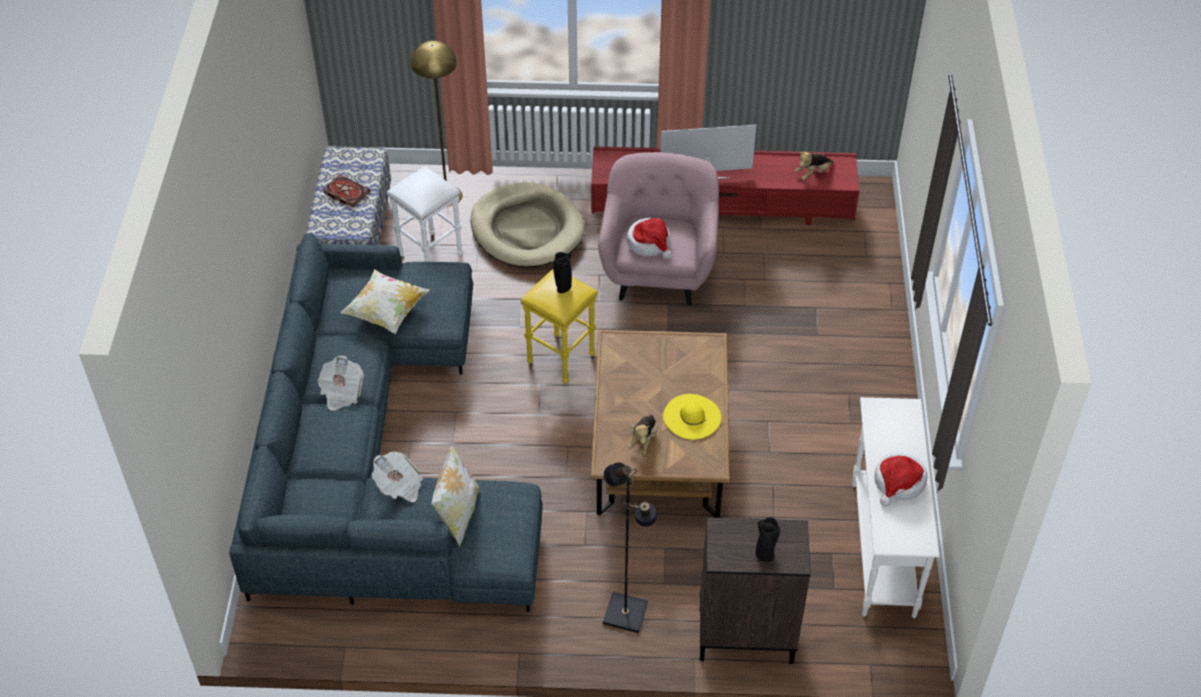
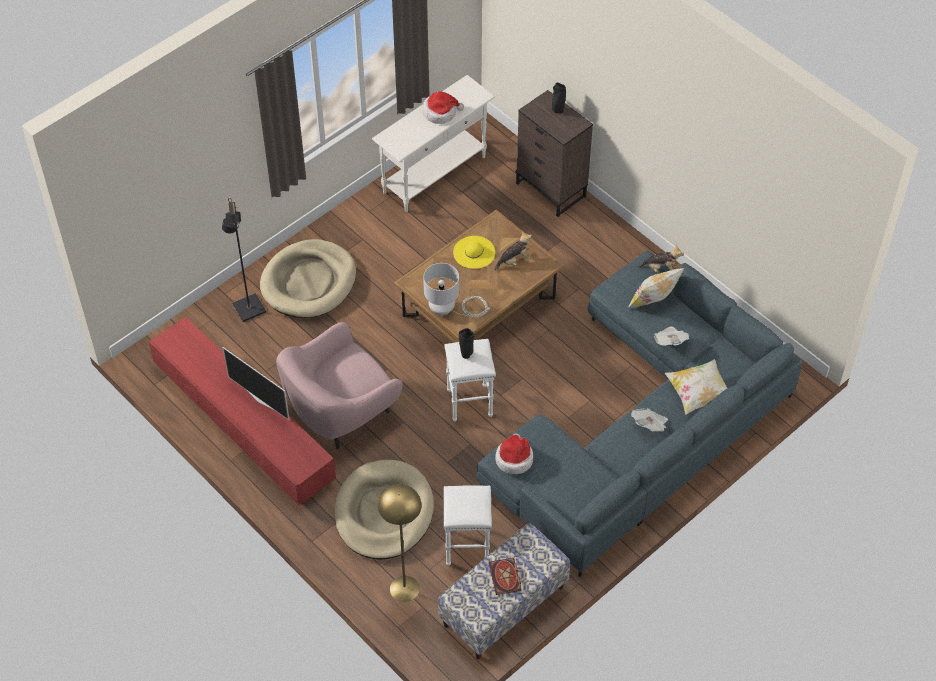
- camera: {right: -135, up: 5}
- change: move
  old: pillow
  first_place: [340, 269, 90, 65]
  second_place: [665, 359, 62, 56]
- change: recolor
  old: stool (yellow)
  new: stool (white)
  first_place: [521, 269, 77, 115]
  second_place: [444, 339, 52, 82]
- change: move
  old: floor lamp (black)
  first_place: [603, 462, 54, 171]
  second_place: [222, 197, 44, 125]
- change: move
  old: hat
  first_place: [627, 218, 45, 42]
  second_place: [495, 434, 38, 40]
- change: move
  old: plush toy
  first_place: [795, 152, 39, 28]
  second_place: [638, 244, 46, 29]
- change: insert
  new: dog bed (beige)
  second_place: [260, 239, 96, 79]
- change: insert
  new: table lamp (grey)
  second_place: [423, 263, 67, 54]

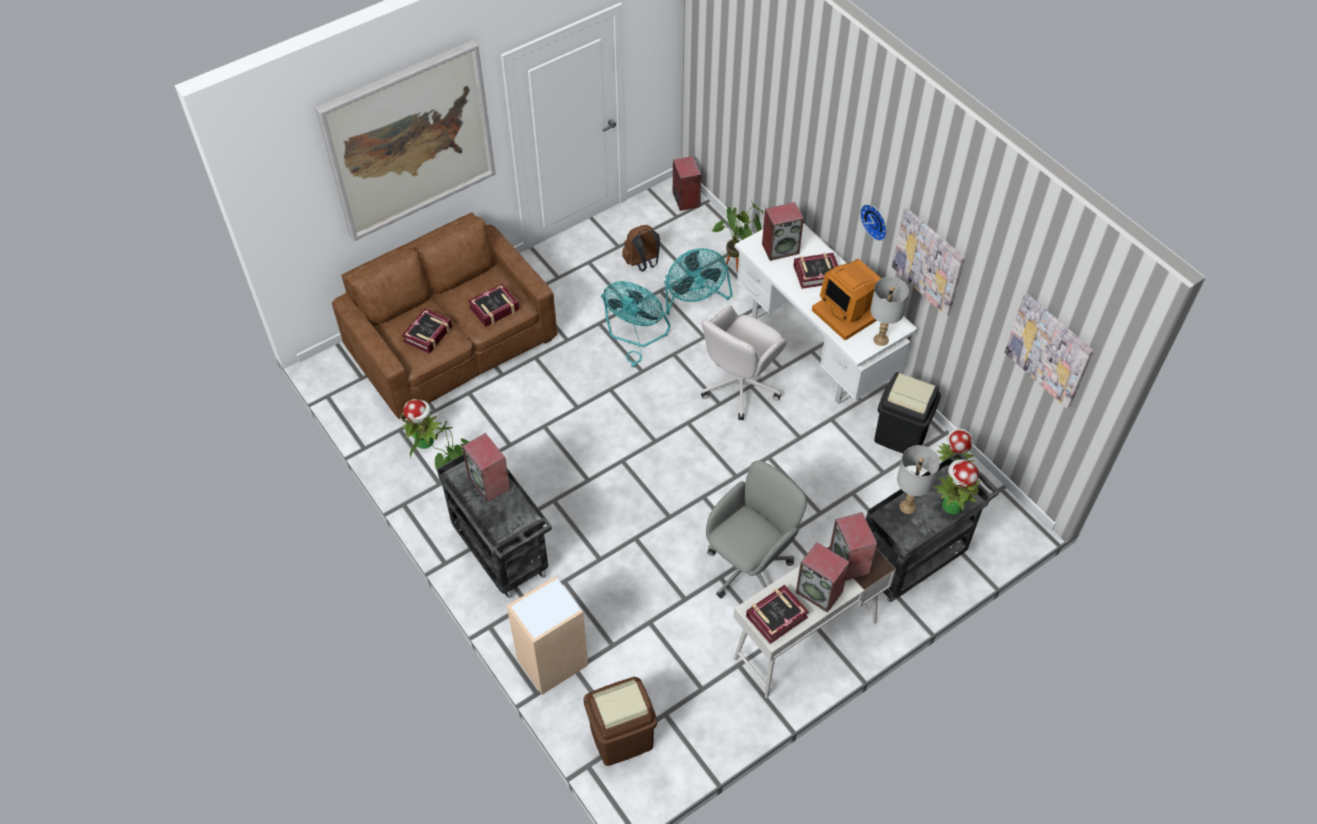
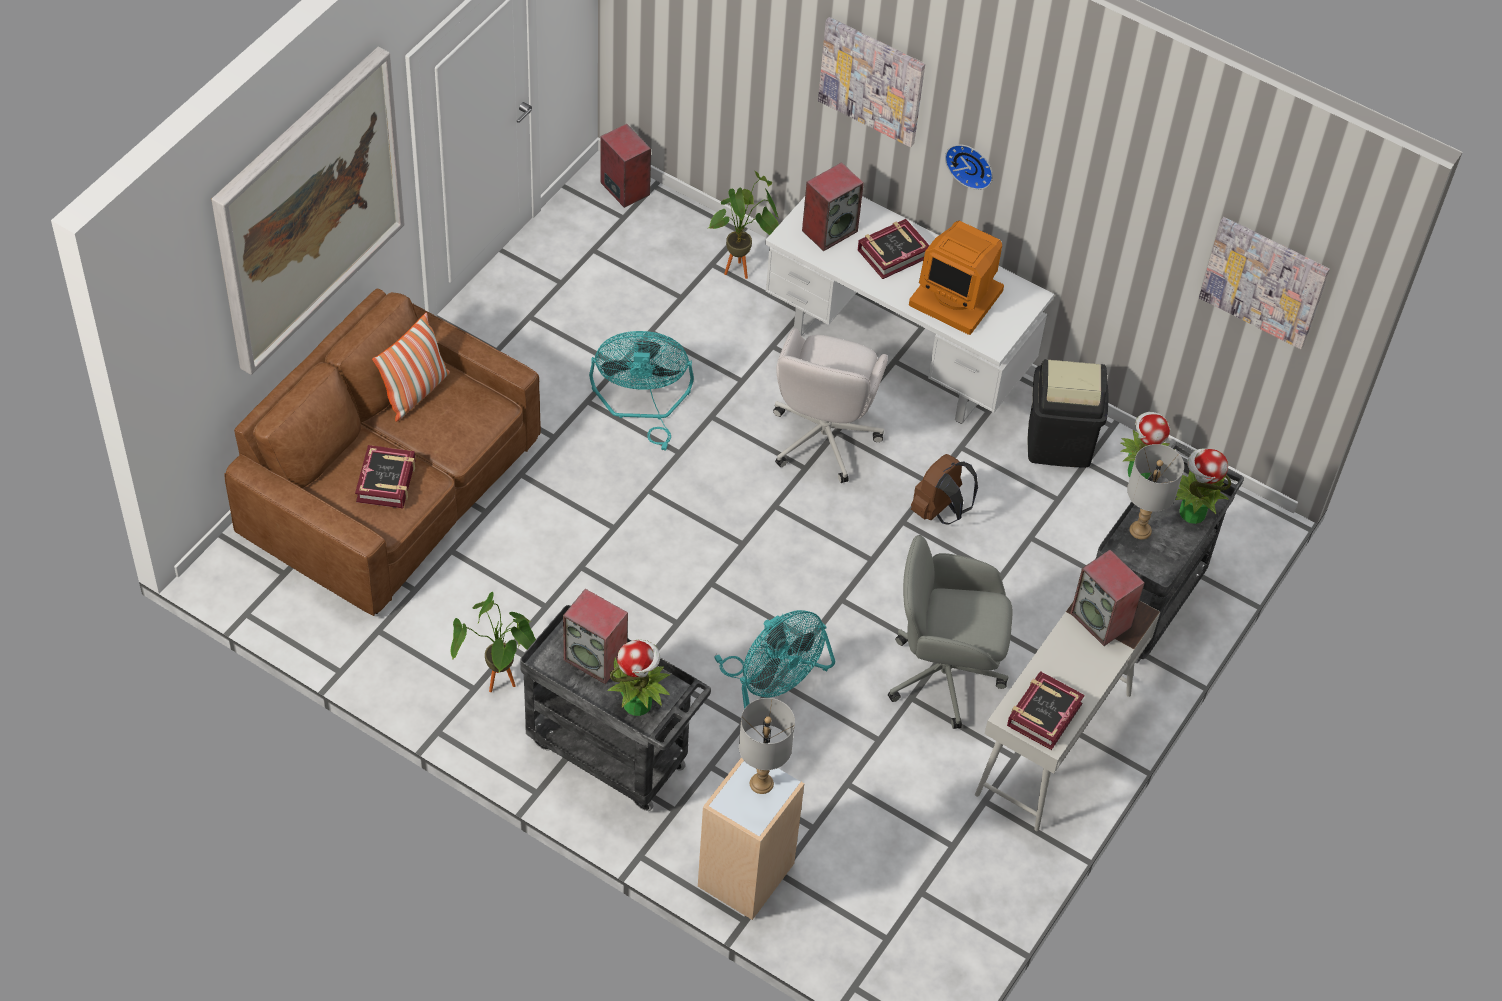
- camera: {right: -25, up: 0}
- change: move
  old: potted plant
  first_place: [401, 399, 41, 50]
  second_place: [607, 640, 63, 76]
- change: delete
  old: book
  first_place: [468, 284, 51, 43]
- change: delete
  old: trash can (brown)
  first_place: [583, 677, 74, 89]
- change: move
  old: backpack (brown)
  first_place: [622, 225, 38, 47]
  second_place: [911, 454, 67, 71]
- change: move
  old: fan (turquoise)
  first_place: [664, 248, 68, 67]
  second_place: [714, 610, 121, 99]
- change: rotate
  old: office chair (grey)
  first_place: [706, 460, 101, 138]
  second_place: [888, 535, 124, 194]
  degrees: -105
- change: delete
  old: speaker
  first_place: [795, 542, 55, 71]
- change: move
  old: table lamp (grey)
  first_place: [870, 277, 39, 69]
  second_place: [739, 698, 56, 96]
- change: move
  old: picture
  first_place: [892, 208, 73, 108]
  second_place: [818, 17, 107, 130]
- change: insert
  new: pillow
  second_place: [372, 313, 78, 109]

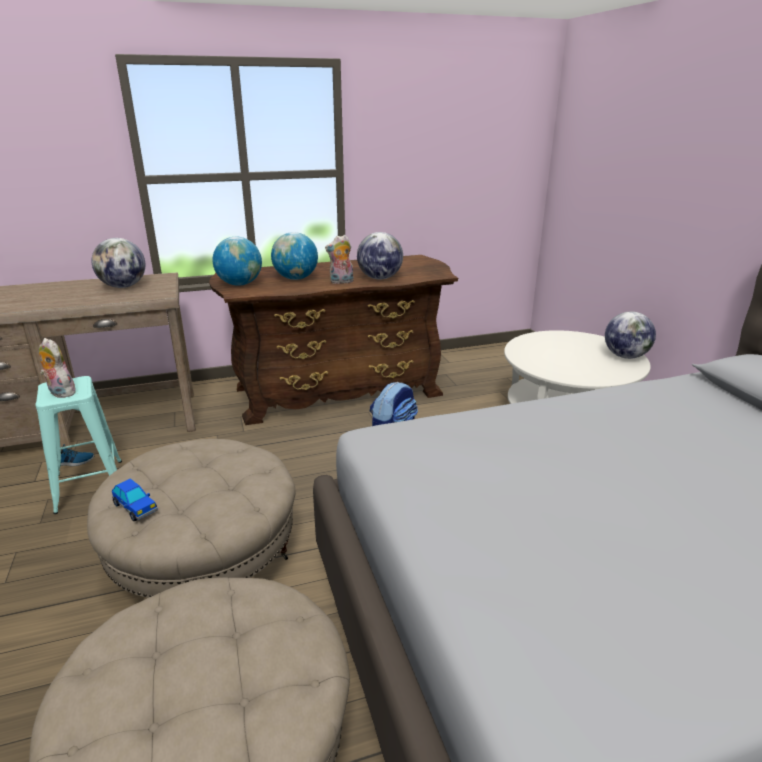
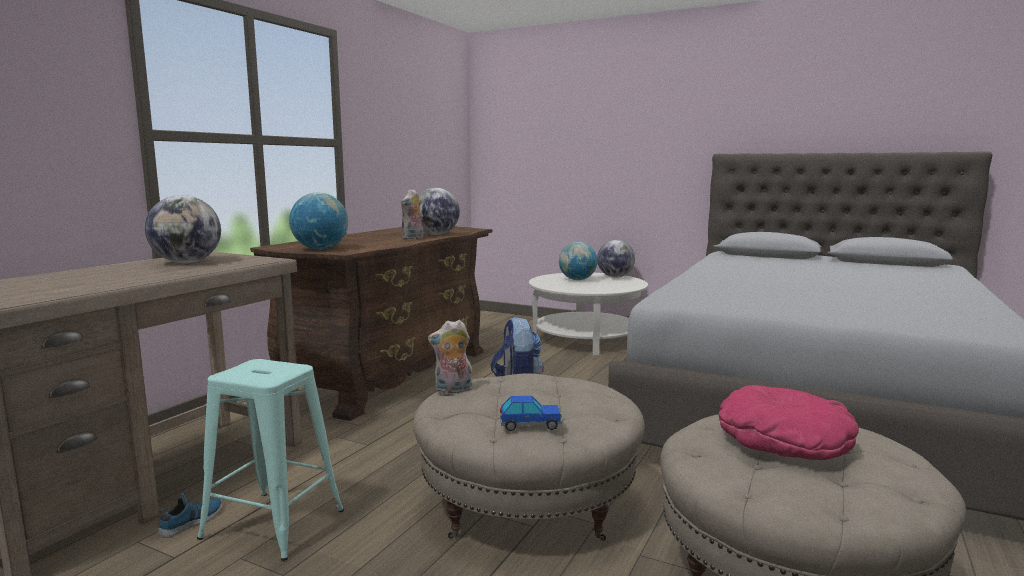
- camera: {right: -45, up: -15}
- change: move
  old: plush toy
  first_place: [39, 338, 36, 60]
  second_place: [428, 320, 45, 74]
- change: move
  old: globe
  first_place: [271, 232, 47, 48]
  second_place: [559, 242, 38, 38]
- change: insert
  new: pillow (pink)
  second_place: [718, 385, 141, 75]

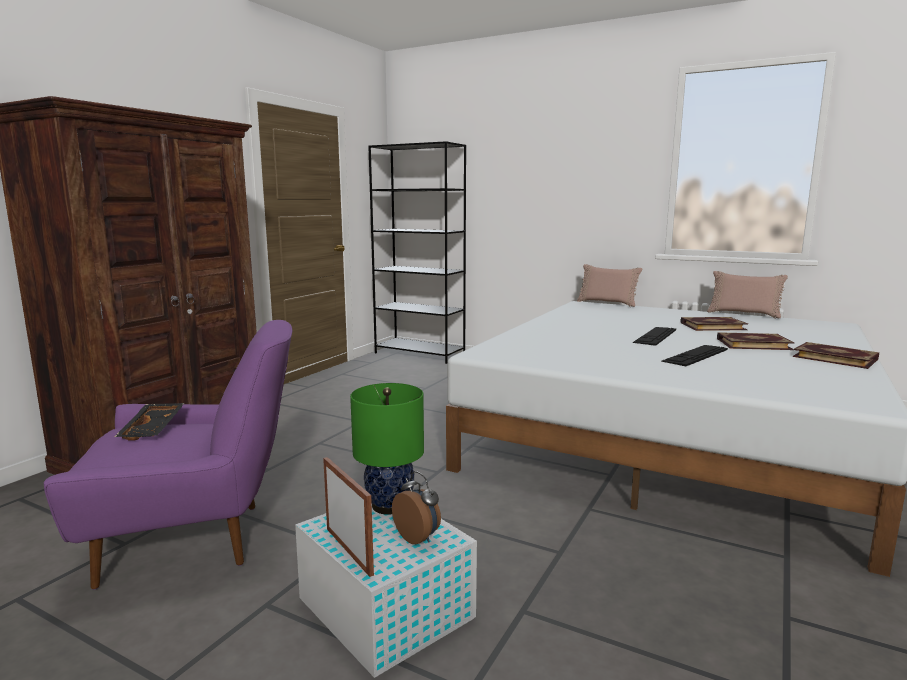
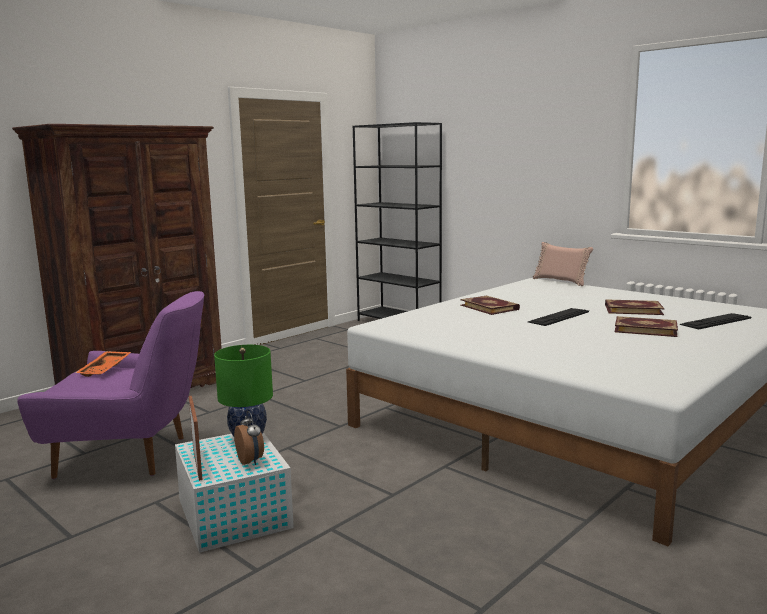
- camera: {right: 15, up: 0}
- change: recolor
  old: tray (black)
  new: tray (orange)
  first_place: [115, 403, 69, 38]
  second_place: [76, 351, 55, 26]
- change: move
  old: keyboard
  first_place: [661, 345, 67, 21]
  second_place: [679, 313, 72, 16]
- change: delete
  old: pillow (beige)
  first_place: [707, 271, 81, 48]
- change: move
  old: book
  first_place: [793, 342, 86, 27]
  second_place: [460, 295, 60, 20]

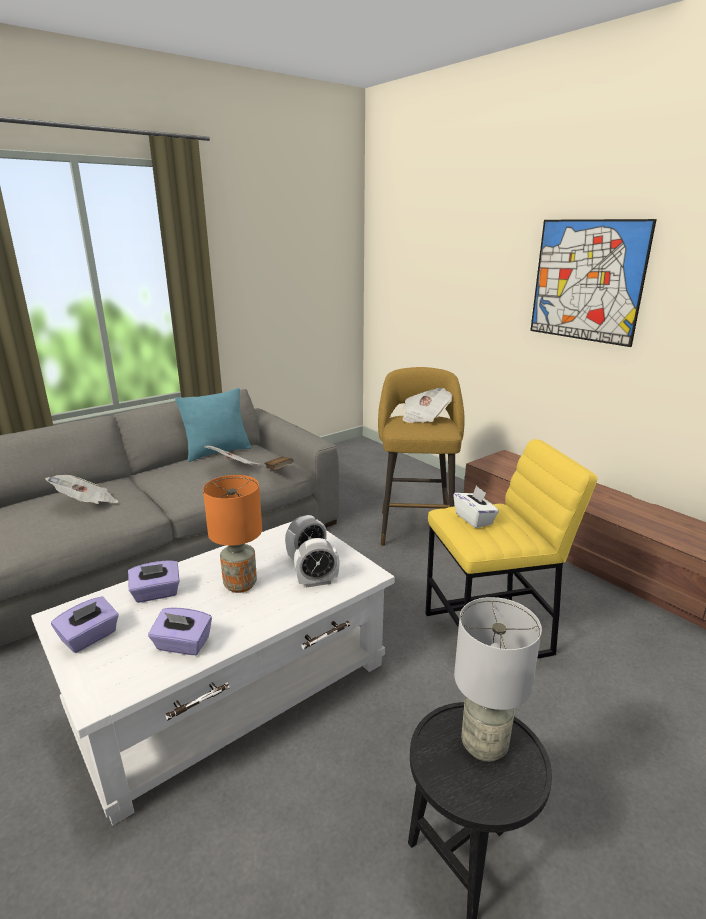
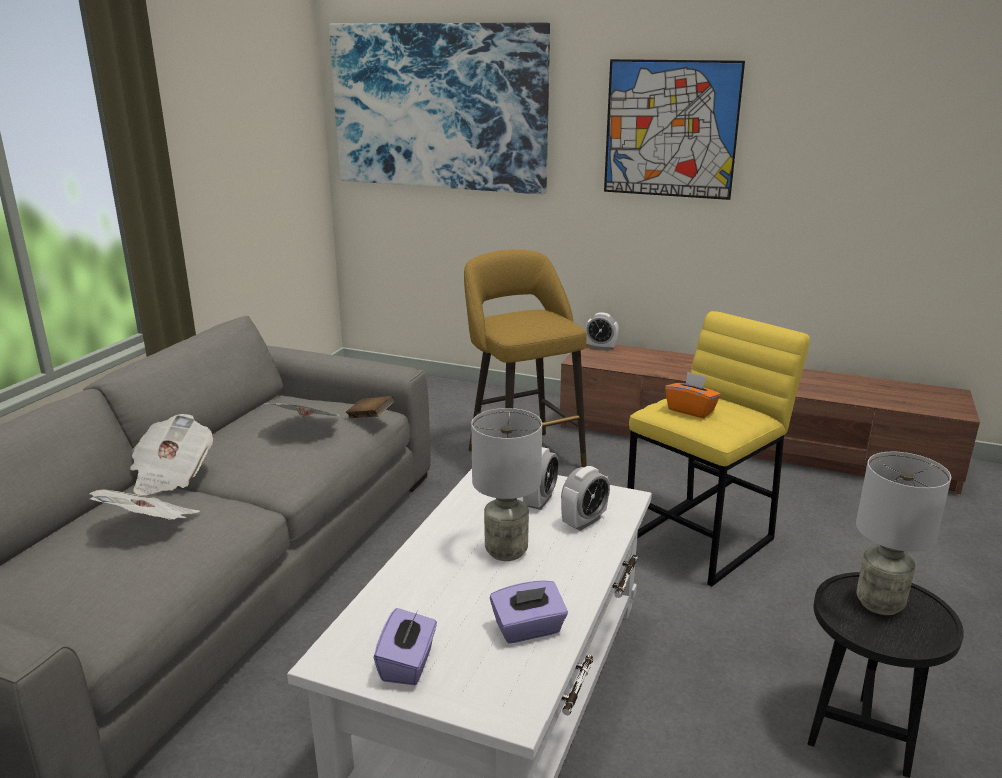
- camera: {right: -30, up: 0}
- change: delete
  old: tissue box (purple)
  first_place: [128, 560, 51, 43]
- change: delete
  old: pillow (turquoise)
  first_place: [175, 388, 76, 74]
- change: recolor
  old: table lamp (orange)
  new: table lamp (grey)
  first_place: [203, 475, 59, 118]
  second_place: [471, 408, 71, 153]
- change: move
  old: newspaper
  first_place: [403, 388, 49, 35]
  second_place: [130, 414, 83, 81]
- change: recolor
  old: tissue box (white)
  new: tissue box (orange)
  first_place: [453, 486, 46, 42]
  second_place: [665, 372, 56, 46]
- change: insert
  new: picture
  second_place: [329, 22, 221, 173]
- change: insert
  new: alarm clock
  second_place: [585, 312, 34, 38]

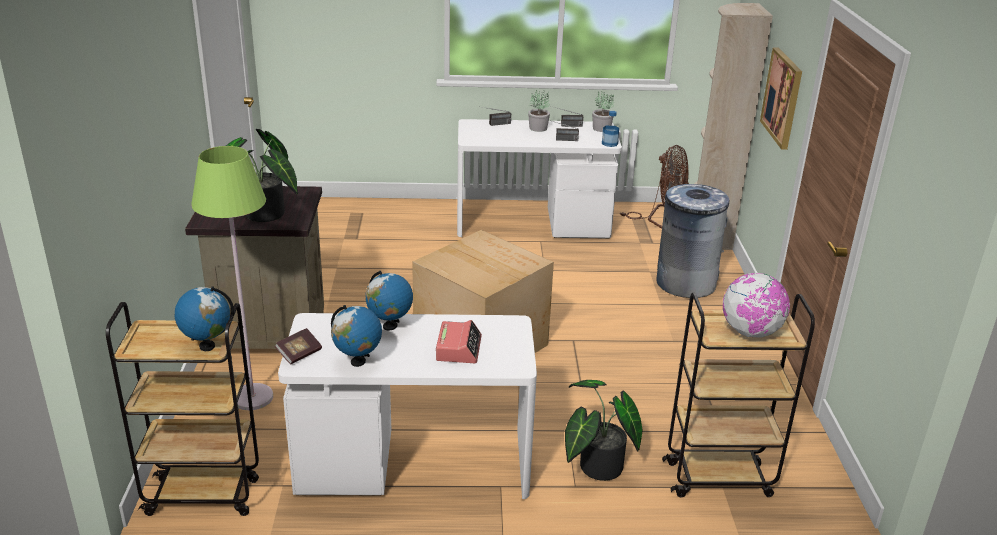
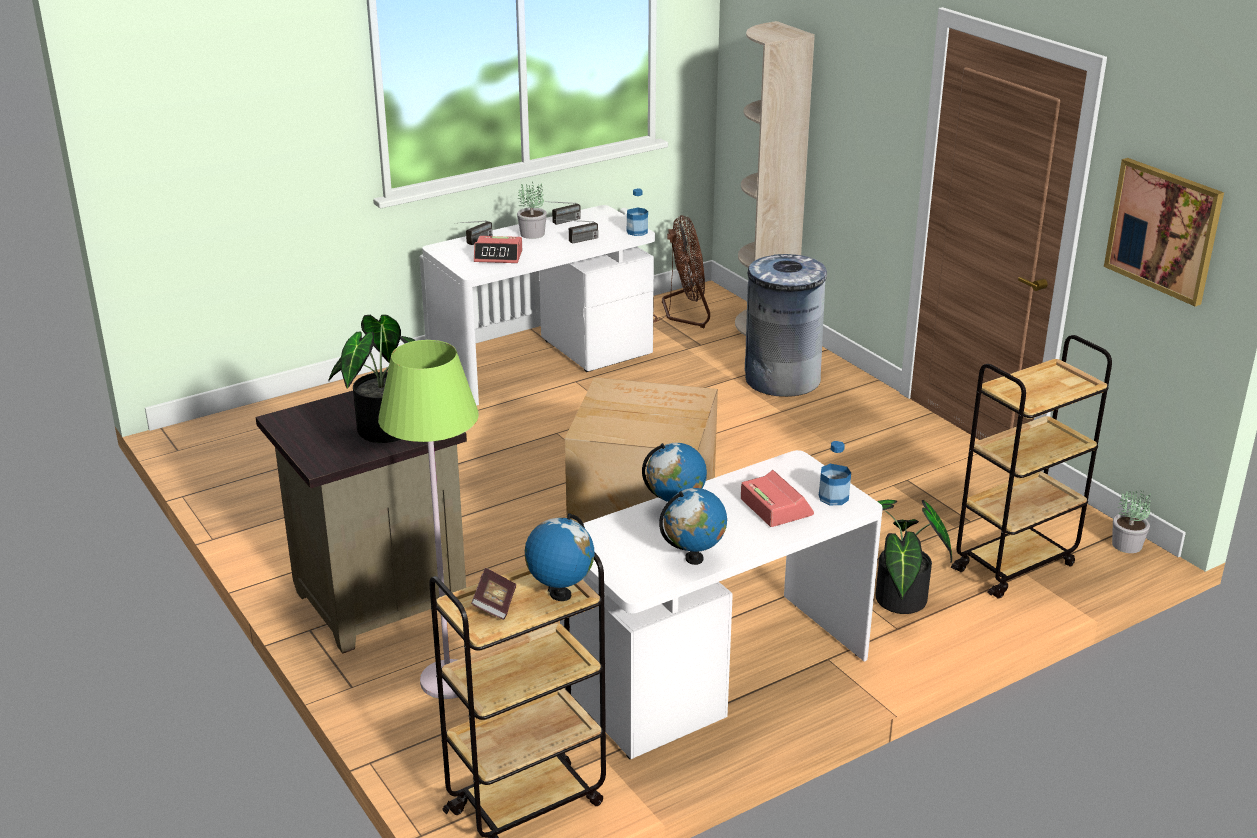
- camera: {right: -30, up: 0}
- change: move
  old: book
  first_place: [275, 328, 47, 37]
  second_place: [471, 568, 45, 52]
- change: move
  old: potted plant
  first_place: [592, 91, 22, 41]
  second_place: [1112, 491, 39, 62]
- change: delete
  old: globe
  first_place: [723, 273, 67, 65]
- change: move
  old: picture
  first_place: [760, 47, 42, 103]
  second_place: [1104, 158, 120, 149]
- change: insert
  new: alarm clock
  second_place: [474, 236, 48, 27]
- change: insert
  new: bottle
  second_place: [819, 441, 32, 64]

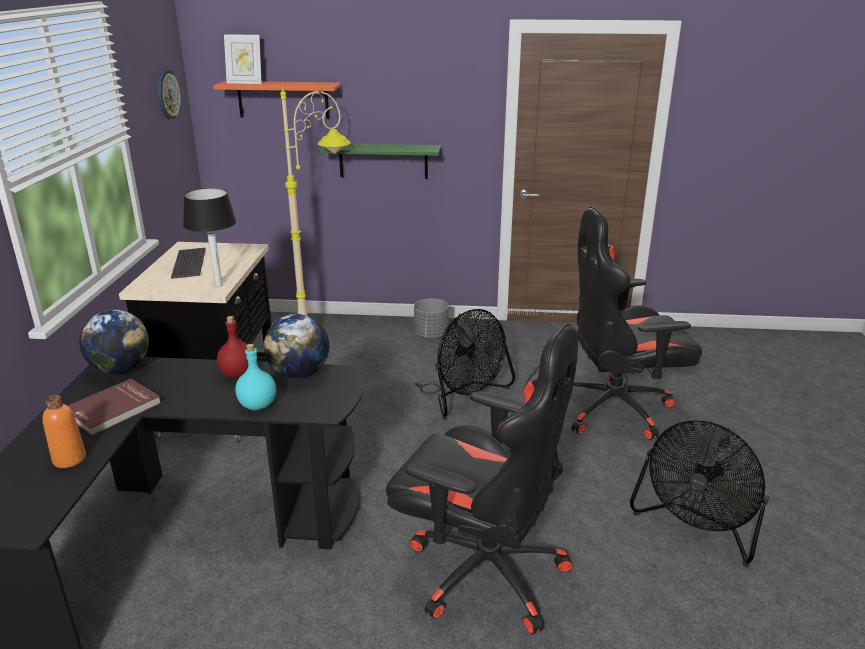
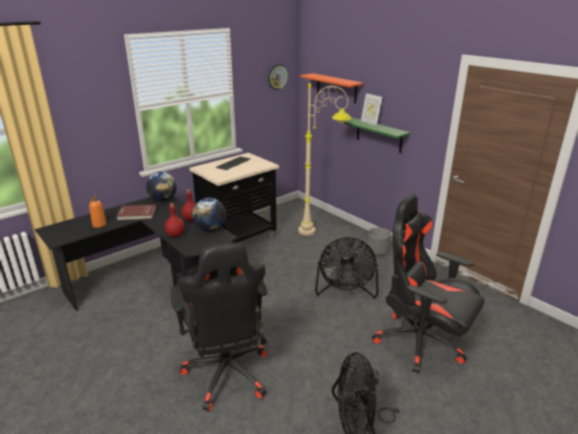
- camera: {right: 45, up: 0}
- change: delete
  old: table lamp
  first_place: [183, 188, 53, 99]
- change: move
  old: picture frame
  first_place: [224, 34, 38, 50]
  second_place: [361, 93, 21, 33]
- change: recolor
  old: bottle (turquoise)
  new: bottle (red)
  first_place: [235, 344, 42, 66]
  second_place: [165, 203, 20, 34]

